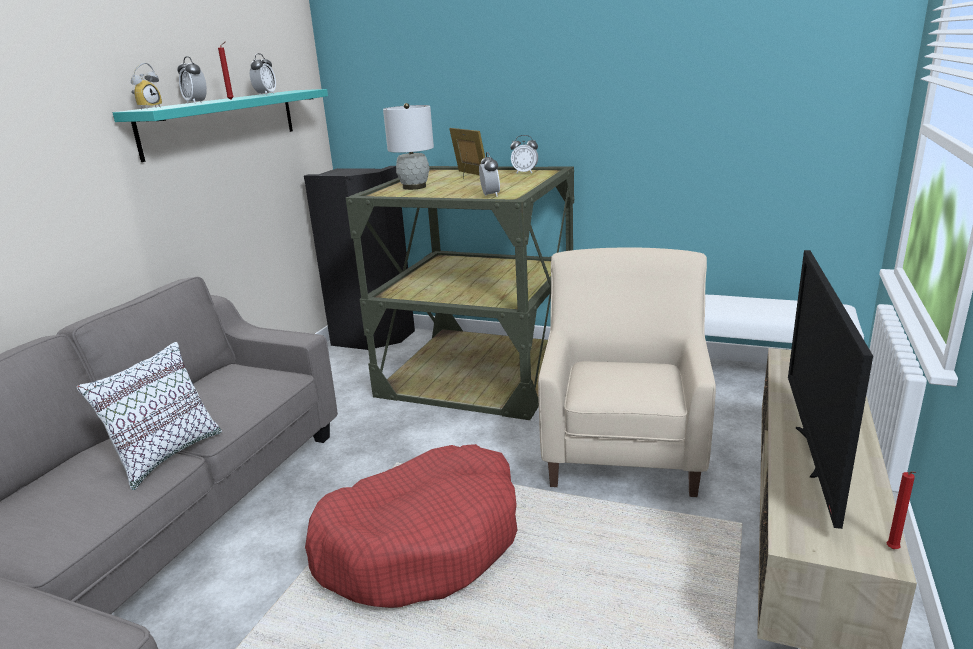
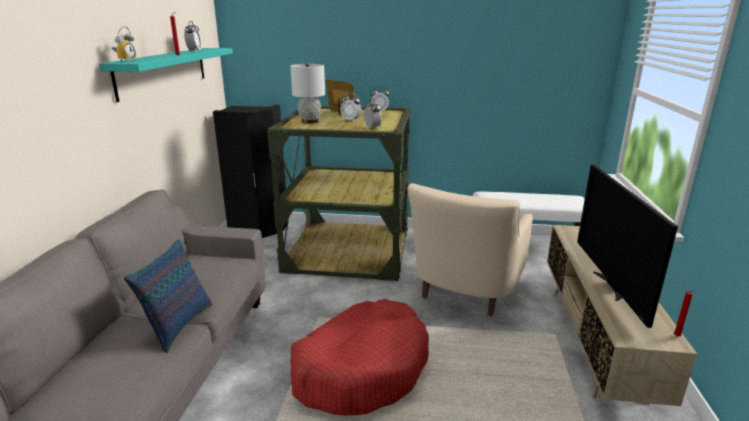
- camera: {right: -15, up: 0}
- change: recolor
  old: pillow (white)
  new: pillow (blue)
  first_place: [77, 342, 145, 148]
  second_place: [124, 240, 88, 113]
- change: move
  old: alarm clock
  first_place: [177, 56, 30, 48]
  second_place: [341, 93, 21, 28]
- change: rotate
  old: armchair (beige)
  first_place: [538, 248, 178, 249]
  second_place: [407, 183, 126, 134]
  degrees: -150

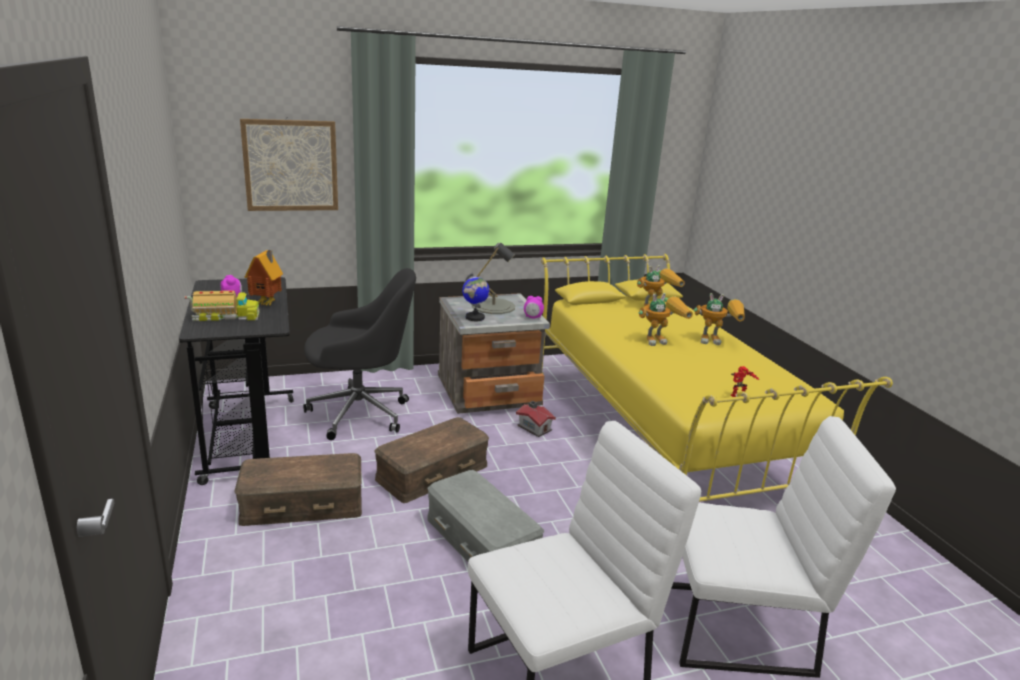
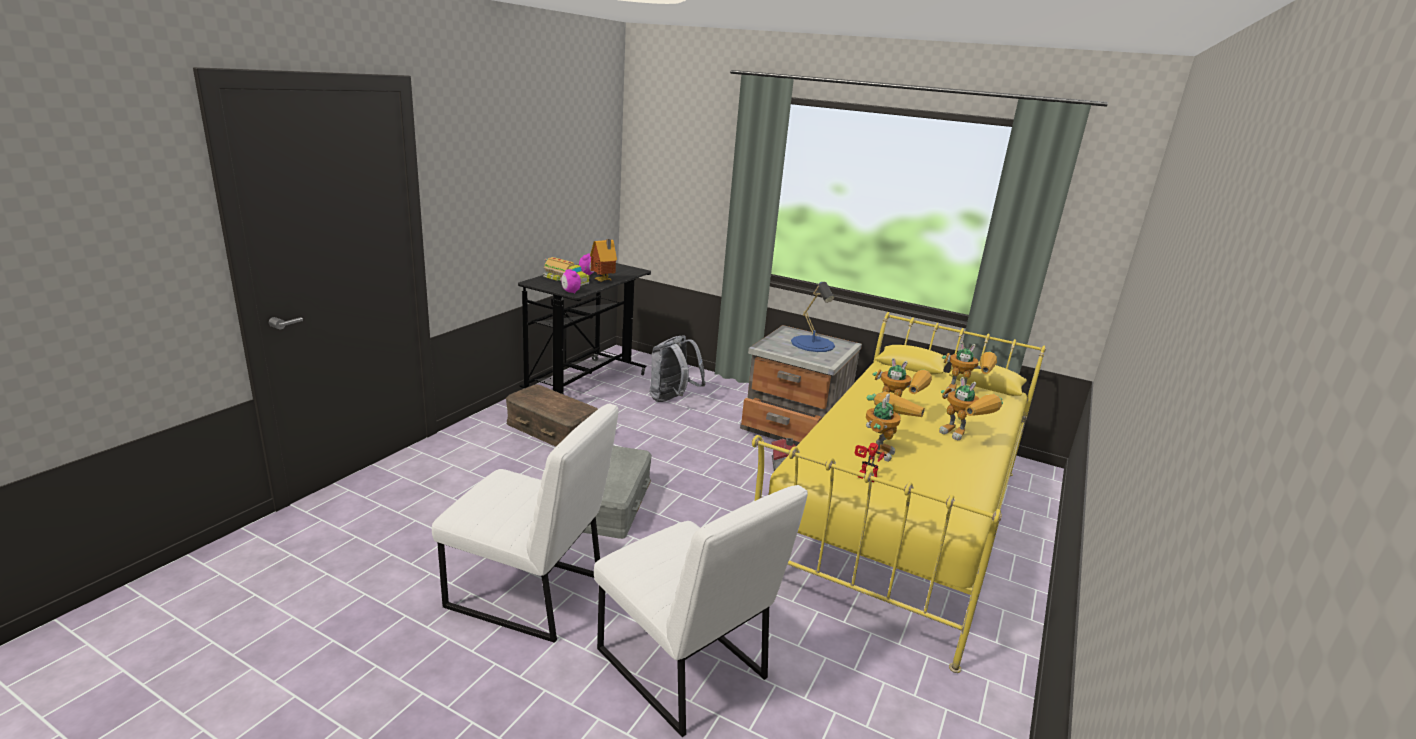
- camera: {right: 45, up: 0}
- change: delete
  old: picture
  first_place: [240, 119, 98, 92]
- change: replace
  old: office chair (black)
  new: backpack (grey)
  first_place: [303, 268, 113, 172]
  second_place: [650, 335, 56, 67]
- change: delete
  old: storage box (brown)
  first_place: [374, 417, 115, 86]
- change: delete
  old: globe
  first_place: [462, 272, 28, 49]
- change: recolor
  old: table lamp (grey)
  new: table lamp (blue)
  first_place: [472, 243, 43, 71]
  second_place: [791, 282, 44, 70]
- change: move
  old: alarm clock
  first_place: [524, 296, 20, 22]
  second_place: [561, 269, 20, 24]
- change: insert
  new: toy robot
  second_place: [866, 392, 59, 70]

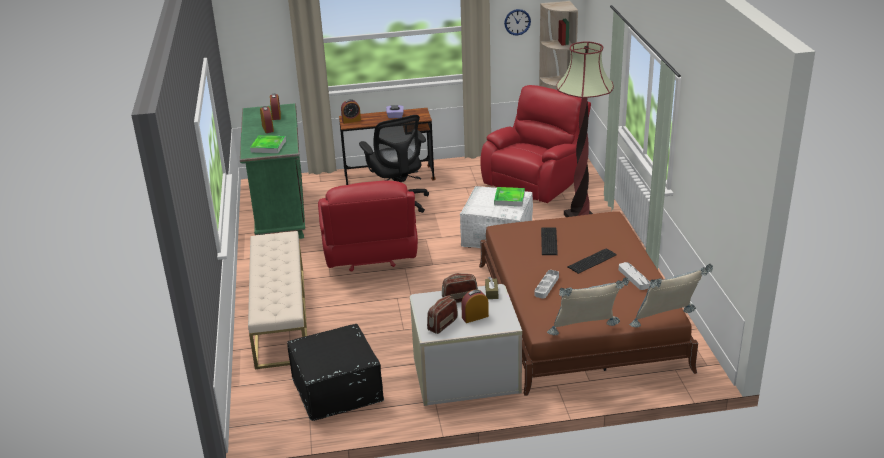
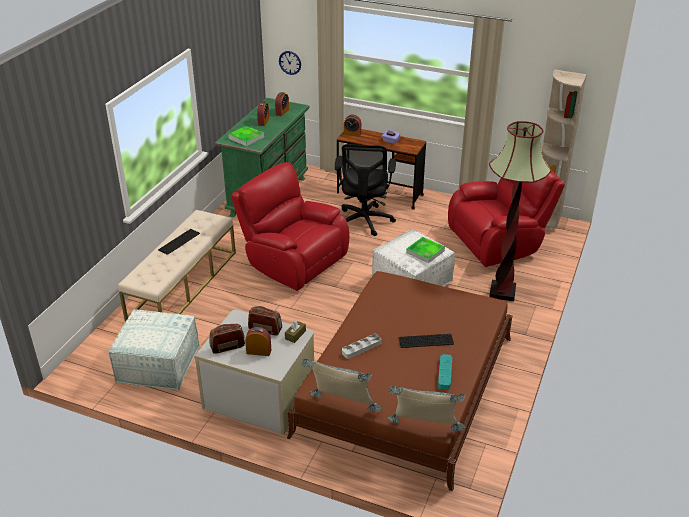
- camera: {right: 30, up: 5}
- change: recolor
  old: ottoman (black)
  new: ottoman (white)
  first_place: [287, 324, 97, 97]
  second_place: [108, 309, 92, 81]
- change: rotate
  old: armchair (red)
  first_place: [318, 180, 100, 92]
  second_place: [231, 162, 118, 129]
  degrees: 105
- change: move
  old: wall clock
  first_place: [504, 9, 27, 27]
  second_place: [279, 51, 22, 24]
- change: move
  old: keyboard
  first_place: [541, 227, 17, 28]
  second_place: [158, 229, 42, 26]
- change: recolor
  old: tray (grey)
  new: tray (turquoise)
  first_place: [619, 262, 31, 28]
  second_place: [438, 354, 14, 36]

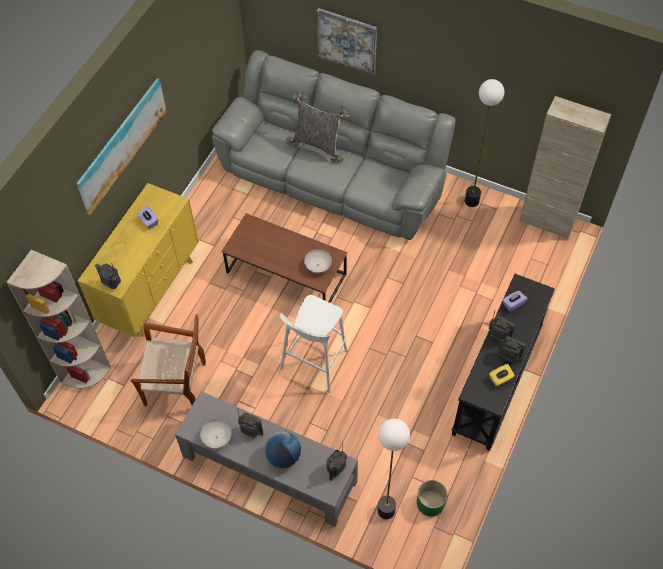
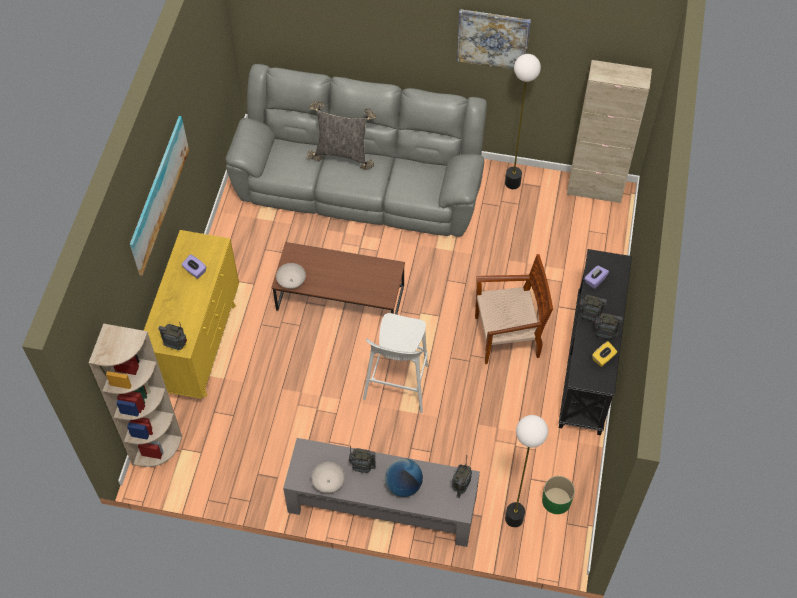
- camera: {right: -15, up: 0}
- change: move
  old: armchair (brown)
  first_place: [131, 314, 75, 93]
  second_place: [475, 254, 78, 110]
- change: move
  old: bowl (white)
  first_place: [304, 249, 28, 24]
  second_place: [276, 263, 30, 26]
- change: move
  old: picture
  first_place: [317, 8, 60, 67]
  second_place: [457, 9, 74, 61]

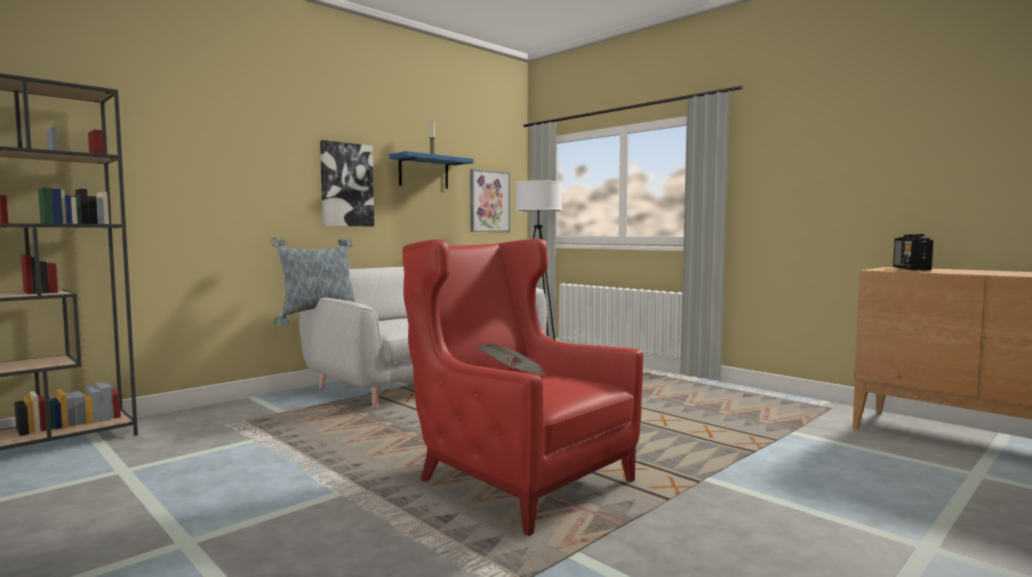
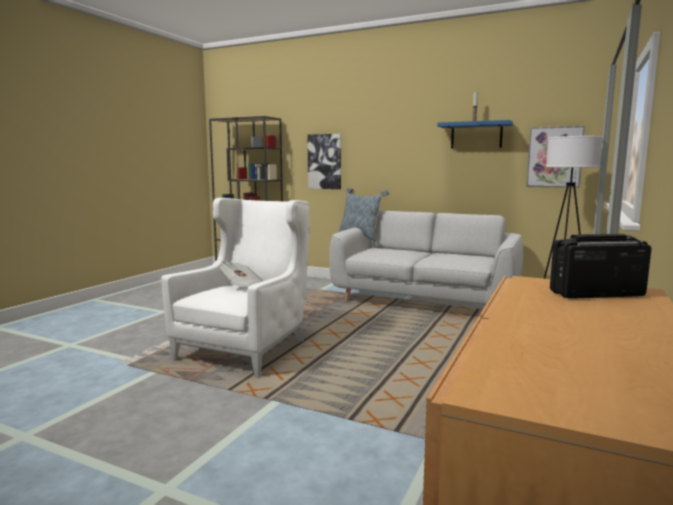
- camera: {right: 70, up: 5}
- change: move
  old: picture
  first_place: [320, 140, 54, 86]
  second_place: [307, 134, 34, 55]
- change: recolor
  old: armchair (red)
  new: armchair (white)
  first_place: [402, 238, 241, 298]
  second_place: [161, 198, 149, 180]

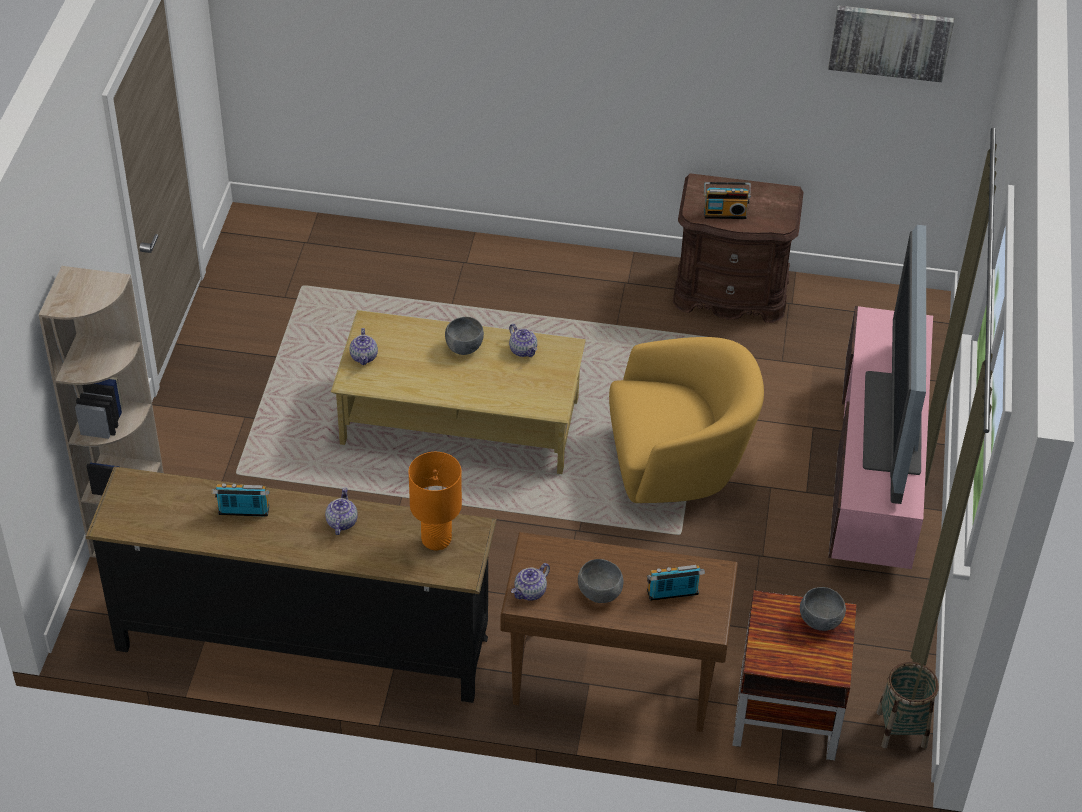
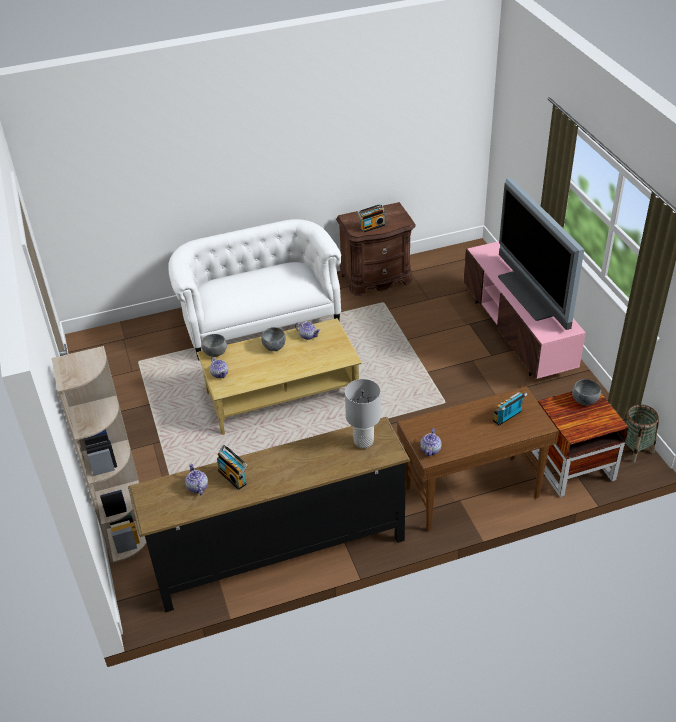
- camera: {right: -25, up: -5}
- change: rotate
  old: radio
  first_place: [212, 483, 57, 34]
  second_place: [217, 445, 31, 45]
  degrees: -105
- change: move
  old: teapot
  first_place: [325, 487, 33, 48]
  second_place: [185, 464, 23, 31]
- change: recolor
  old: table lamp (orange)
  new: table lamp (grey)
  first_place: [409, 452, 53, 99]
  second_place: [345, 379, 36, 69]
- change: move
  old: bowl (grey)
  first_place: [578, 559, 45, 44]
  second_place: [201, 334, 26, 23]
- change: delete
  old: armchair (yellow)
  first_place: [609, 337, 155, 166]
- change: delete
  old: picture
  first_place: [828, 6, 126, 76]
- change: insert
  new: sofa (white)
  second_place: [168, 219, 173, 141]

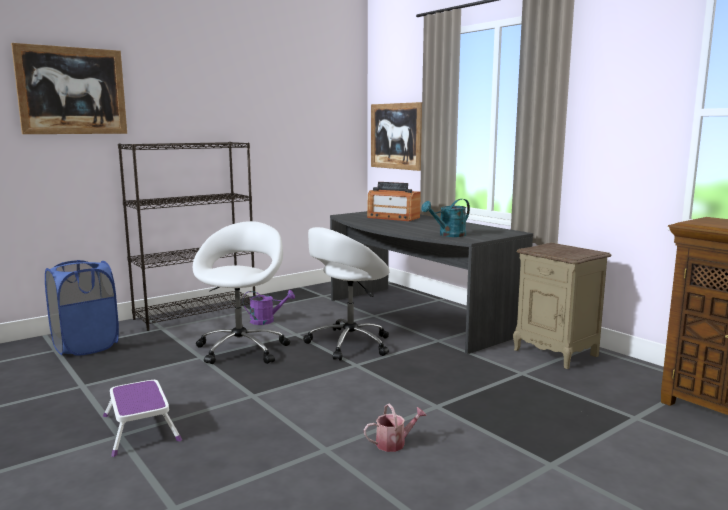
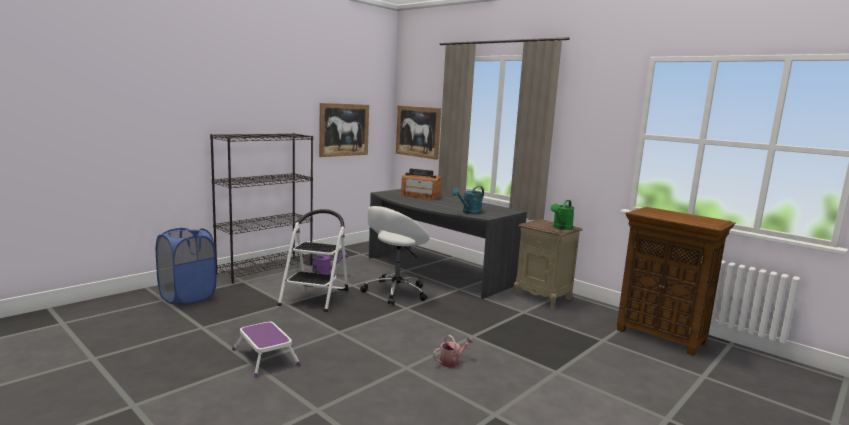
- camera: {right: -10, up: 0}
- change: move
  old: picture
  first_place: [11, 43, 116, 91]
  second_place: [319, 103, 50, 54]
- change: replace
  old: office chair (white)
  new: step ladder
  first_place: [193, 221, 97, 143]
  second_place: [277, 209, 71, 103]
- change: insert
  new: watering can (green)
  second_place: [551, 200, 24, 30]

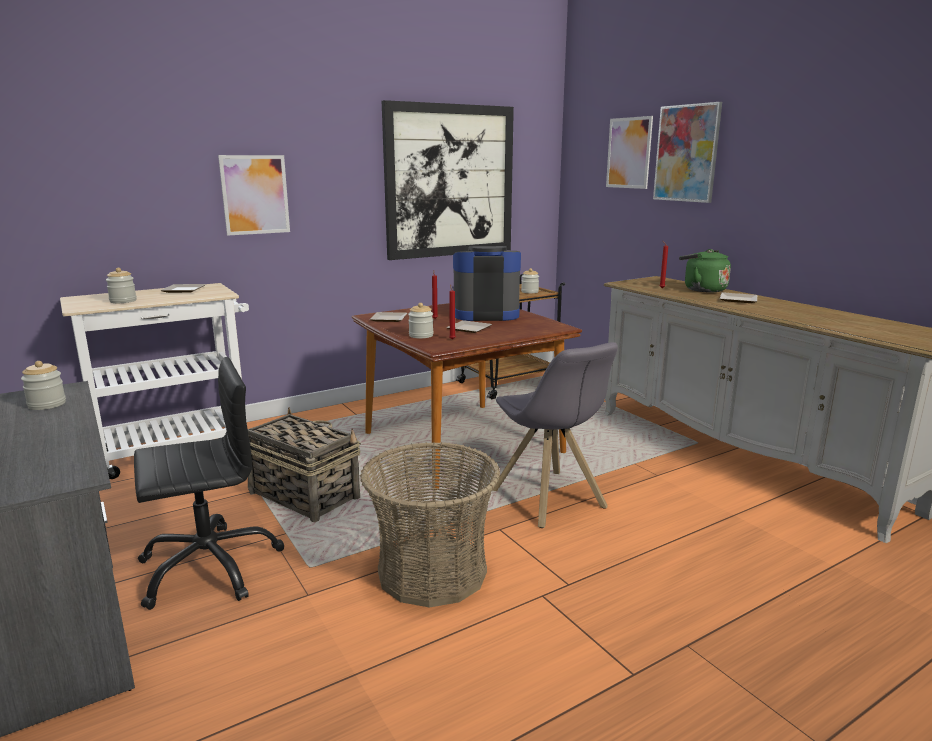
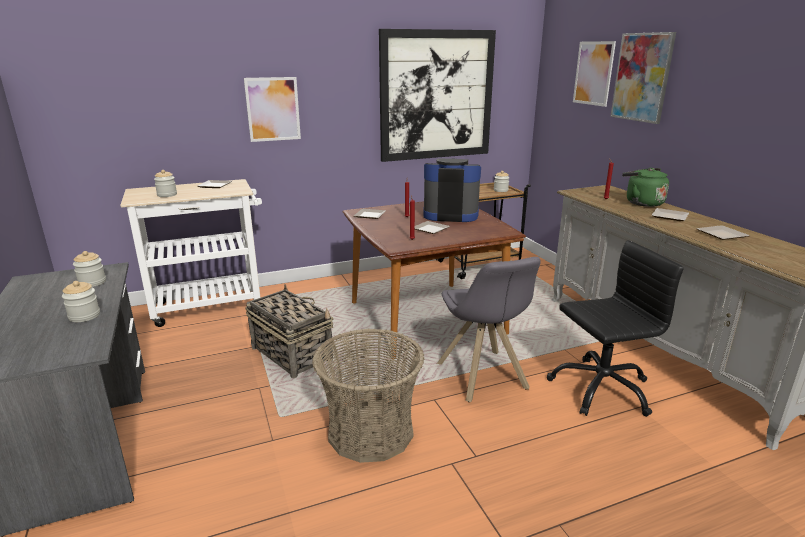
- camera: {right: 10, up: 5}
- change: move
  old: office chair (black)
  first_place: [134, 357, 150, 253]
  second_place: [547, 240, 137, 177]
- change: move
  old: jar
  first_place: [408, 303, 26, 35]
  second_place: [62, 281, 38, 41]
- change: insert
  new: plate
  second_place: [696, 225, 54, 15]

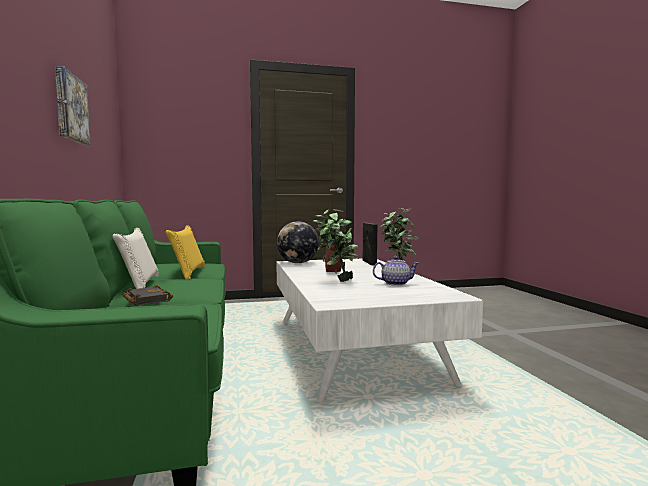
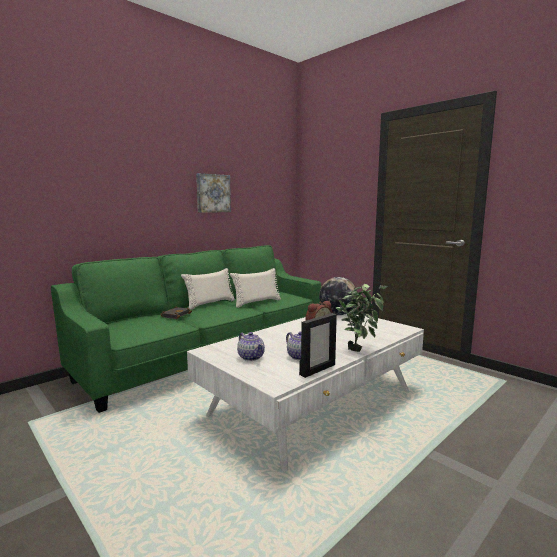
- camera: {right: 60, up: 5}
- change: recolor
  old: pillow (yellow)
  new: pillow (white)
  first_place: [166, 225, 39, 55]
  second_place: [230, 268, 51, 40]
- change: delete
  old: potted plant
  first_place: [313, 209, 46, 73]
- change: move
  old: picture frame
  first_place: [363, 223, 14, 43]
  second_place: [299, 313, 38, 65]
- change: insert
  new: teapot
  second_place: [237, 332, 28, 29]

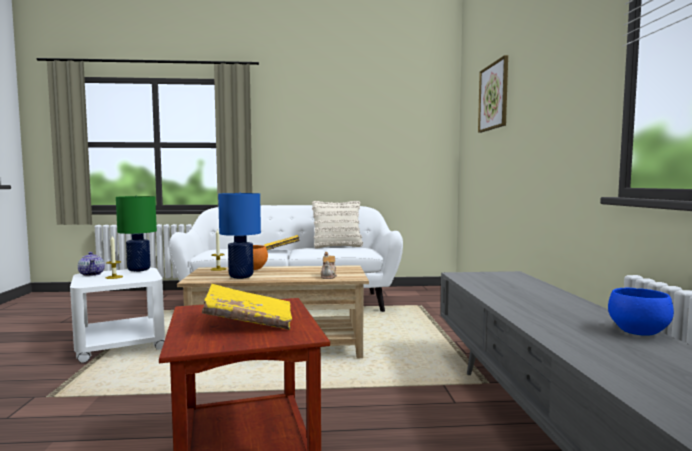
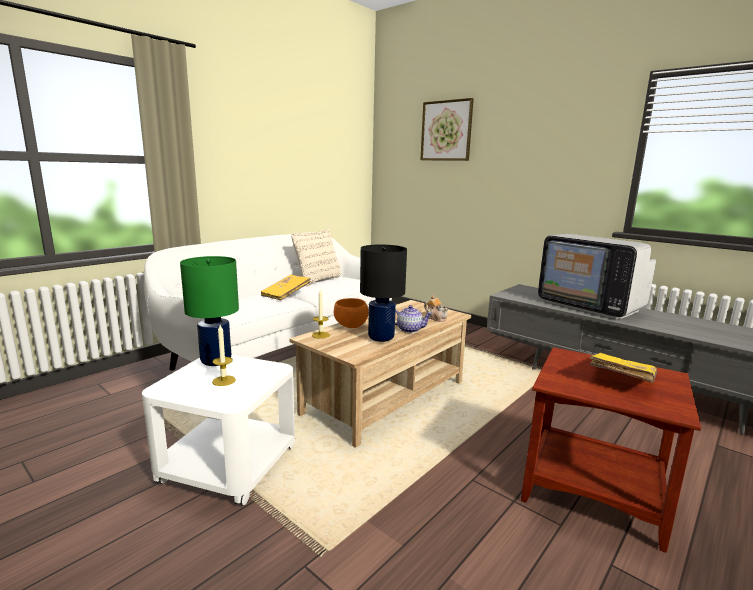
- camera: {right: -45, up: 10}
- change: move
  old: teapot
  first_place: [78, 252, 27, 24]
  second_place: [395, 305, 38, 28]
- change: recolor
  old: table lamp (blue)
  new: table lamp (black)
  first_place: [218, 192, 43, 87]
  second_place: [360, 245, 47, 97]
- change: delete
  old: bowl (blue)
  first_place: [608, 288, 66, 48]
- change: insert
  new: television
  second_place: [538, 234, 118, 85]

